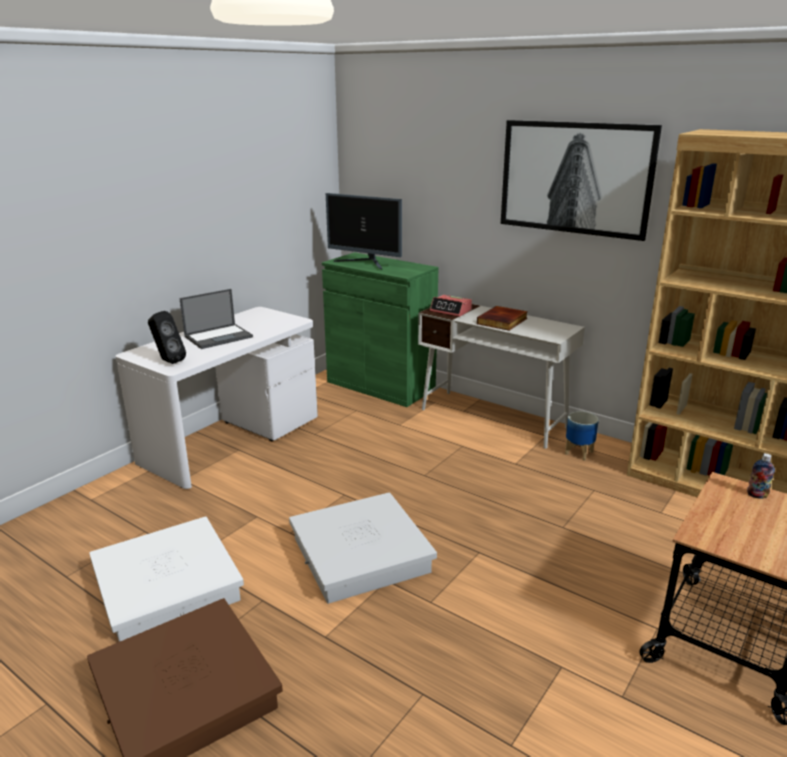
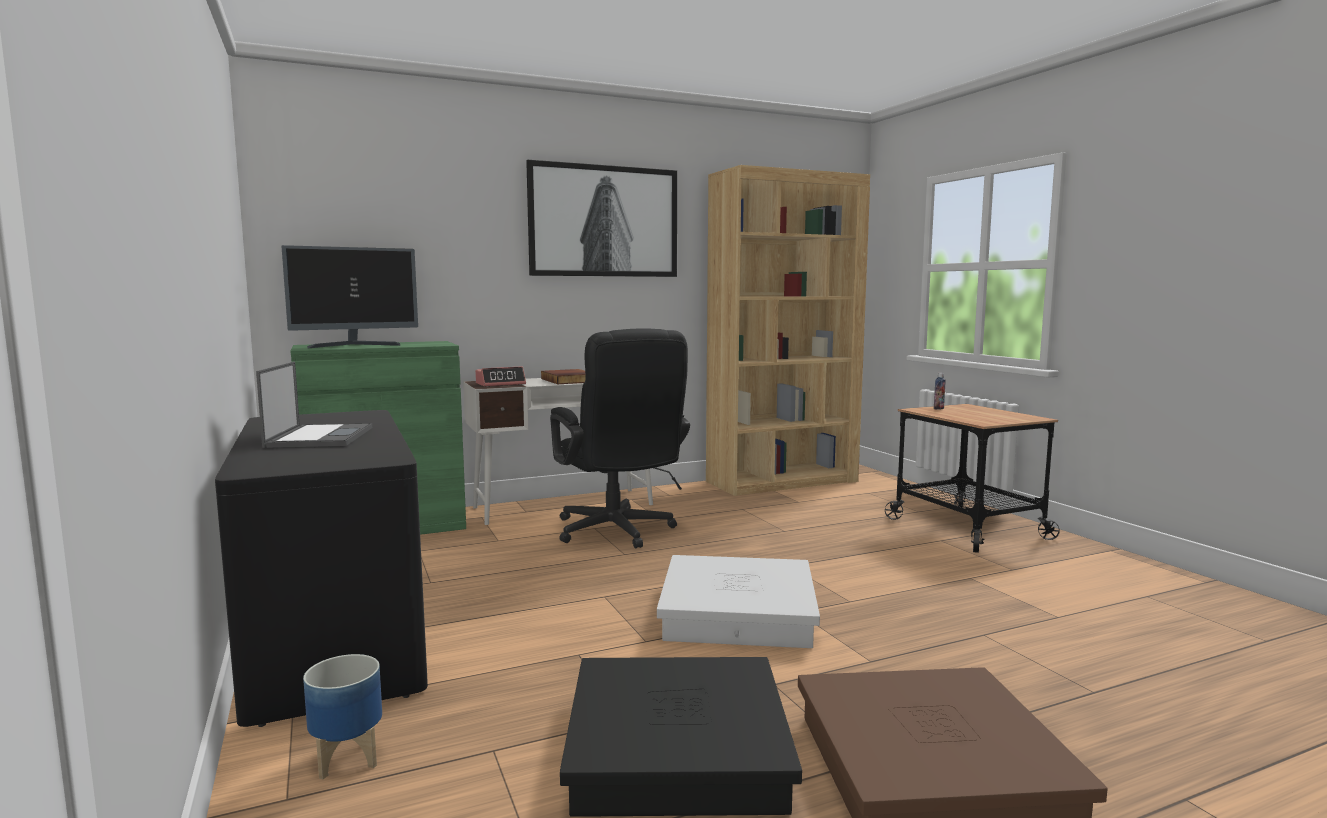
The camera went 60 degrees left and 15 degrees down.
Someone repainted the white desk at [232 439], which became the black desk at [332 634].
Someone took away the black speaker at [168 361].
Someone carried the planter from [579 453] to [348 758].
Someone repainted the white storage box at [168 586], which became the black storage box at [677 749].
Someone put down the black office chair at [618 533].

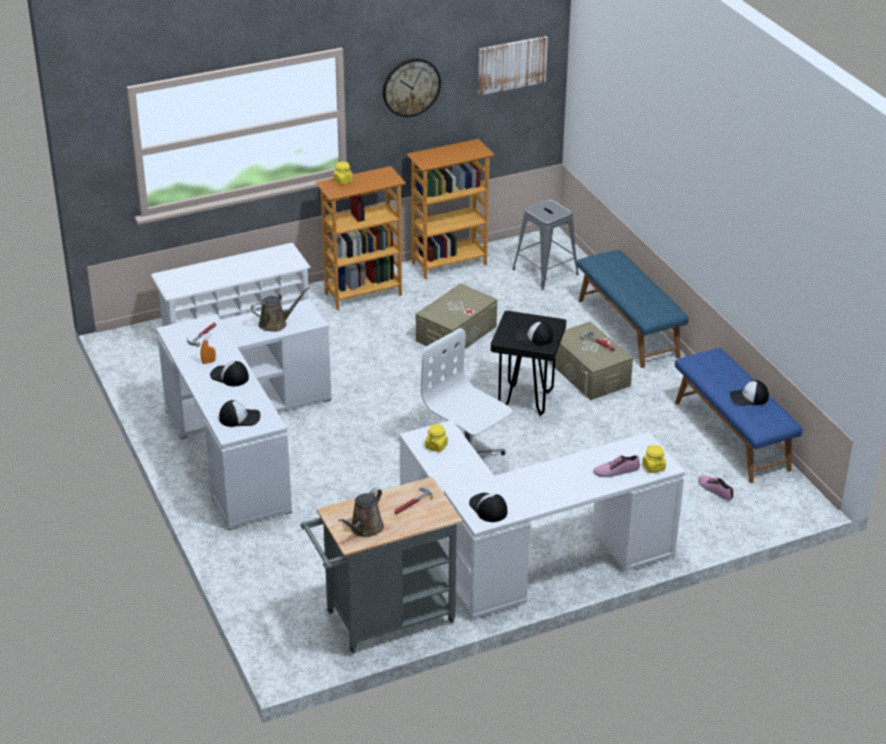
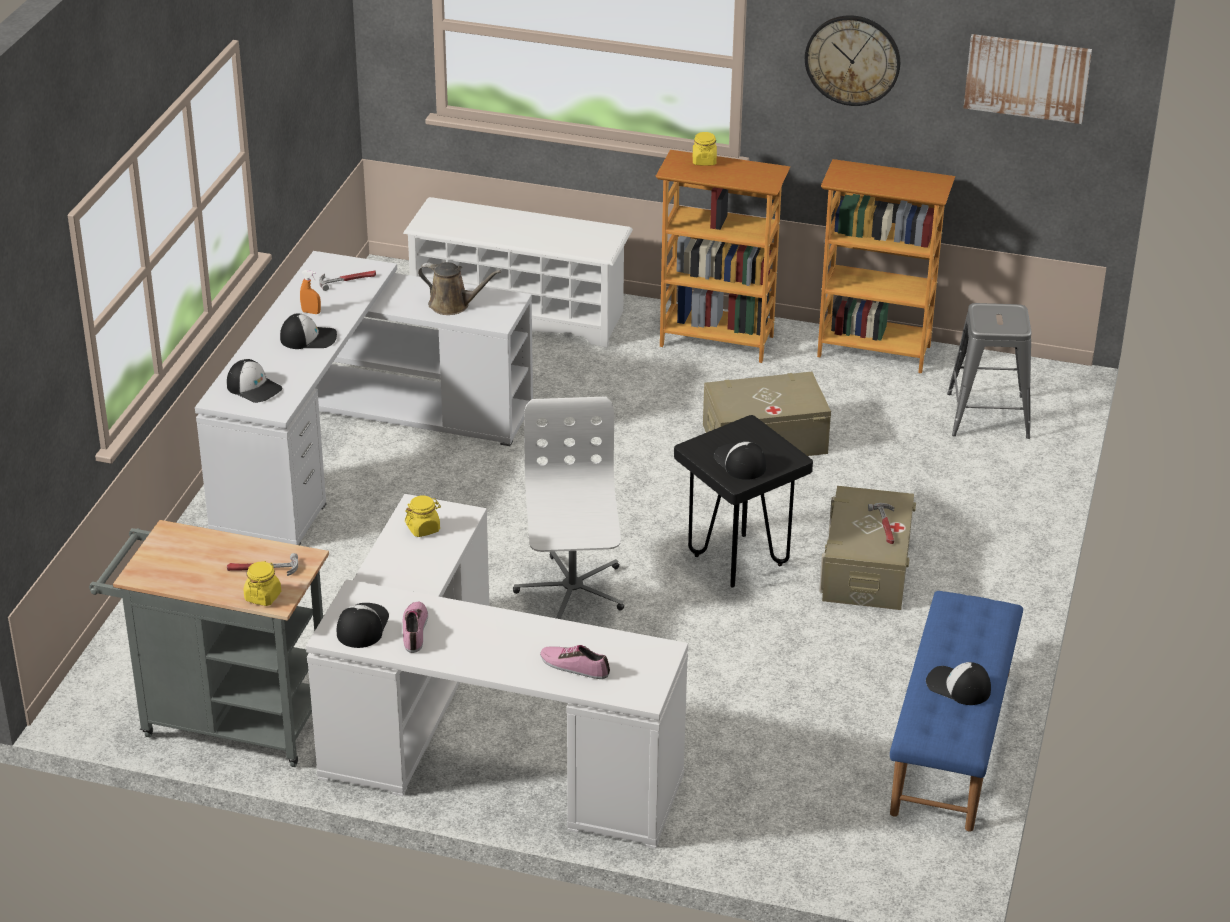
The camera went 40 degrees right and 0 degrees up.
Someone took away the blue bench at [629 328].
Someone rotated the cap at [229 376] by 105 degrees clockwise.
Someone carried the yellow jar from [653 467] to [263 596].
Someone carried the shoe from [715 489] to [415 630].
Someone took away the brown watering can at [364 529].

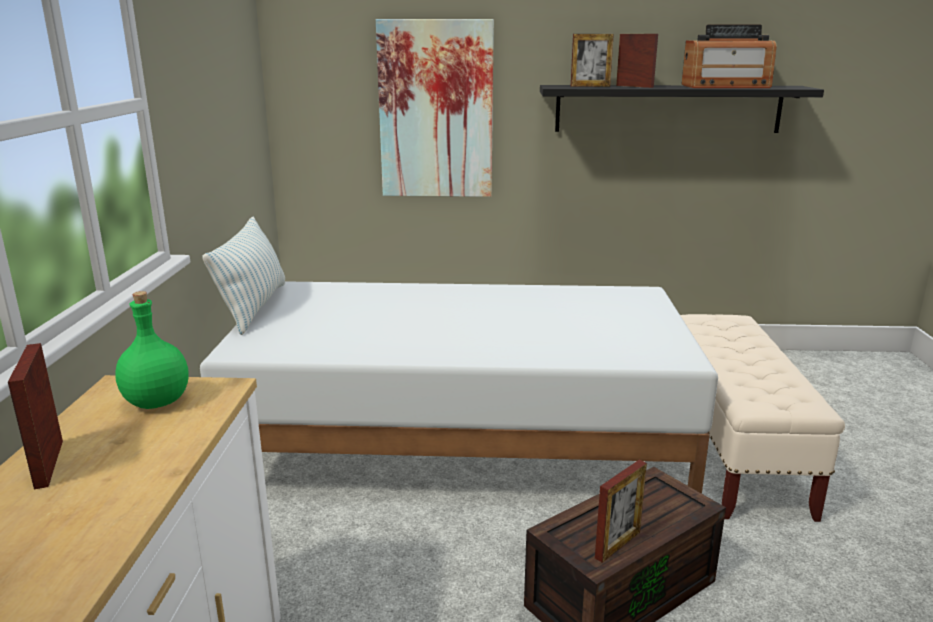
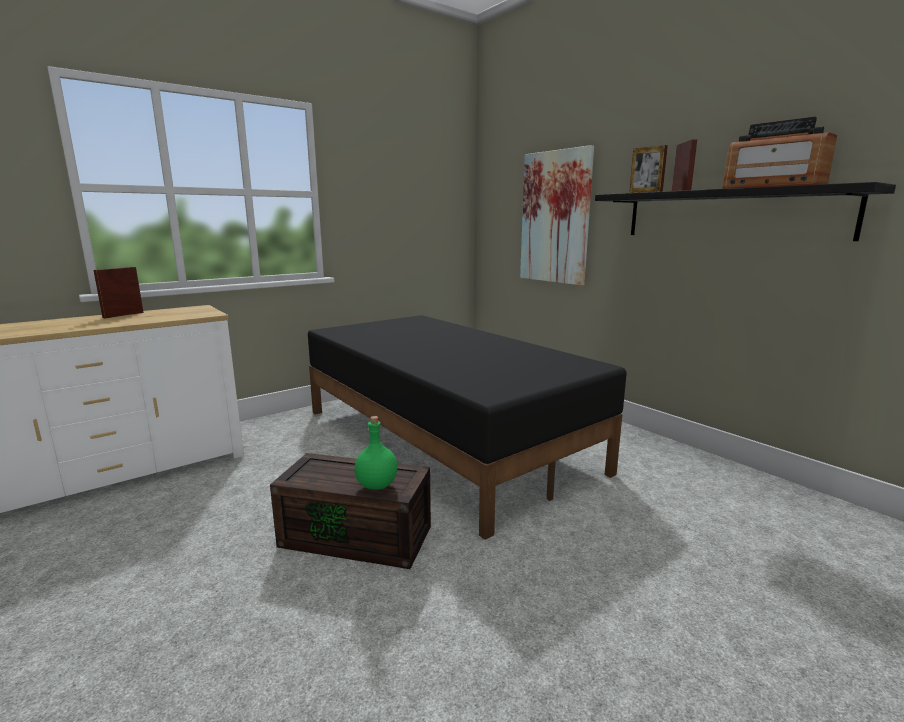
The camera went 50 degrees right and 5 degrees down.
Someone took away the pillow at [253 307].
Someone repainted the white bed at [460 444], which became the black bed at [444 439].
Someone carried the green bottle from [158 402] to [377 485].
Someone took away the beige bench at [732 451].
Someone took away the picture frame at [617 545].

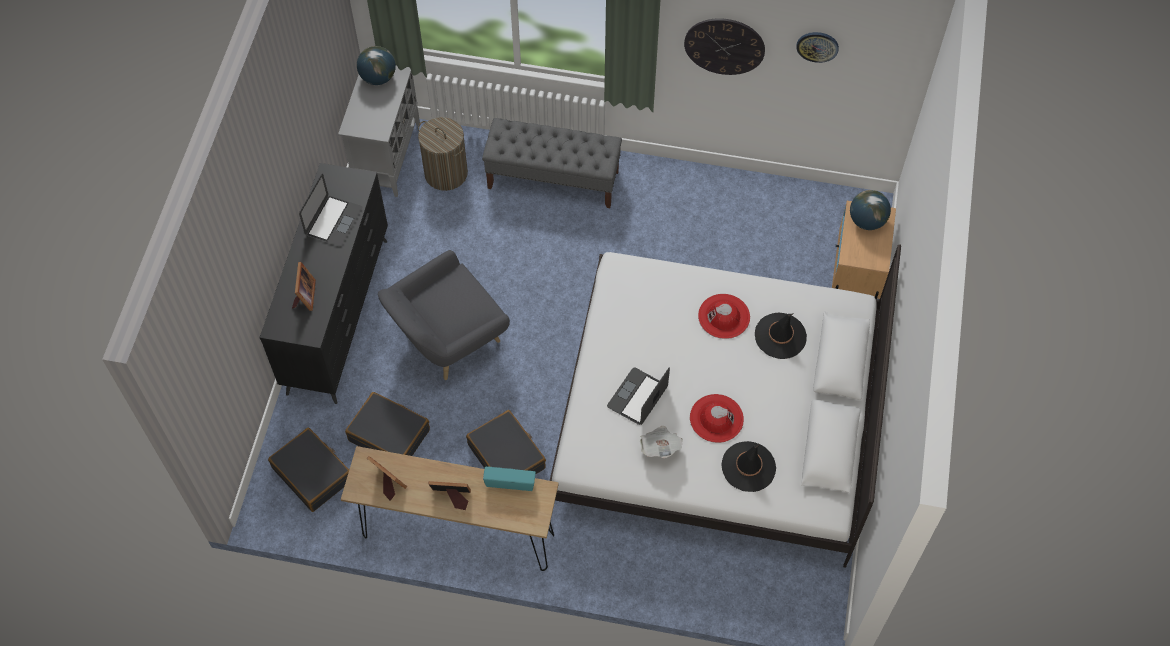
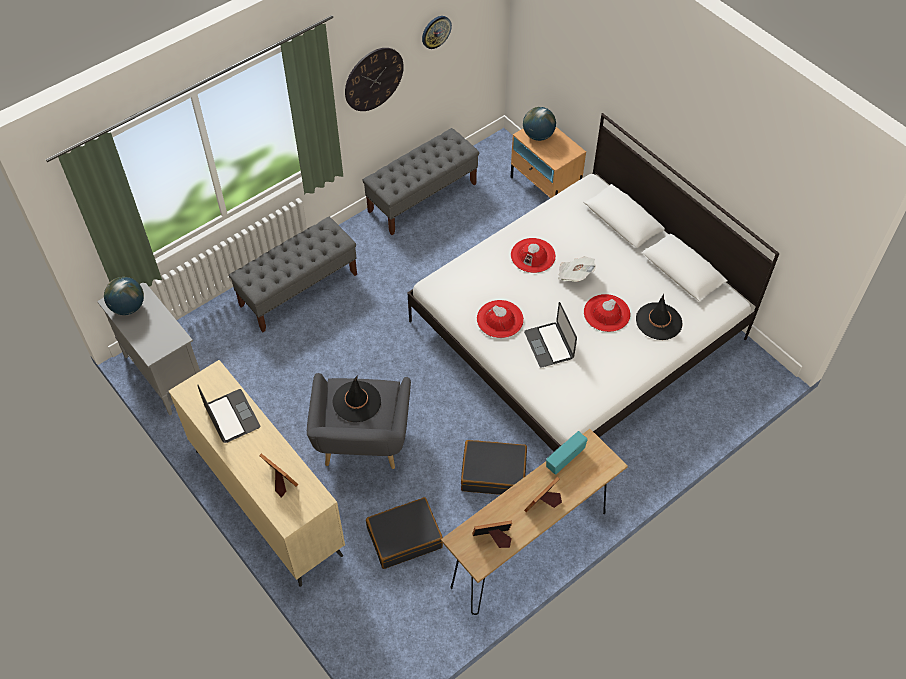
The camera went 50 degrees left and 5 degrees down.
Someone took away the laundry basket at [446 173].
Someone repainted the black dresser at [339 315], which became the beige dresser at [267 501].
Someone carried the black hat from [780 336] to [357 401].
Someone carried the newspaper from [660 447] to [574 275].
Someone took away the black suitcase at [313 474].
Someone put down the grey bench at [422 197].
Someone put down the red hat at [500 319].

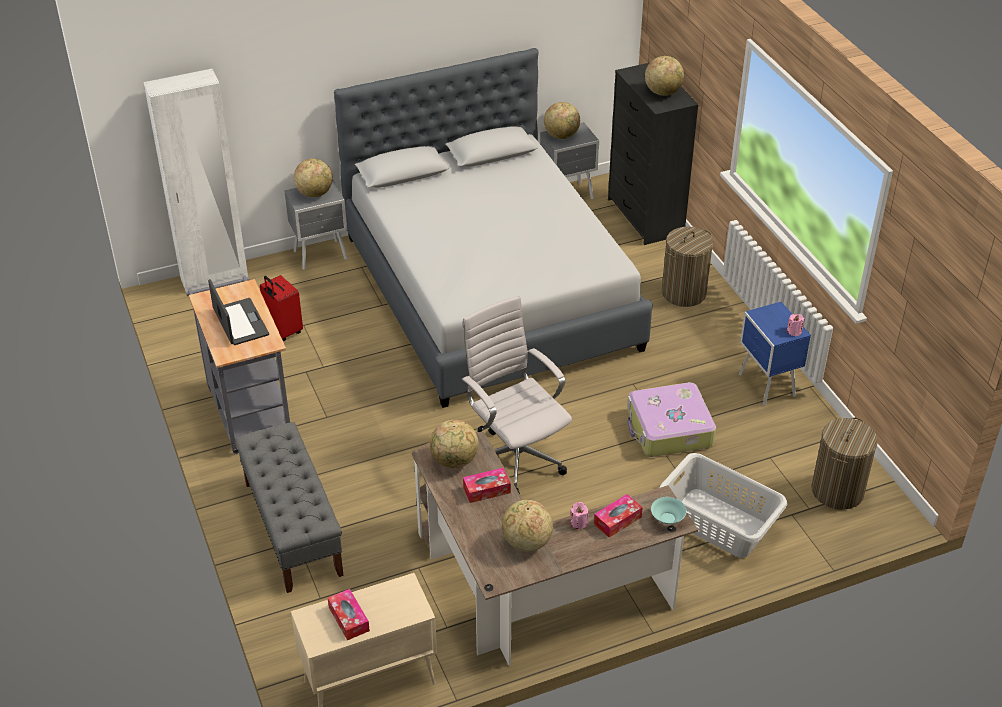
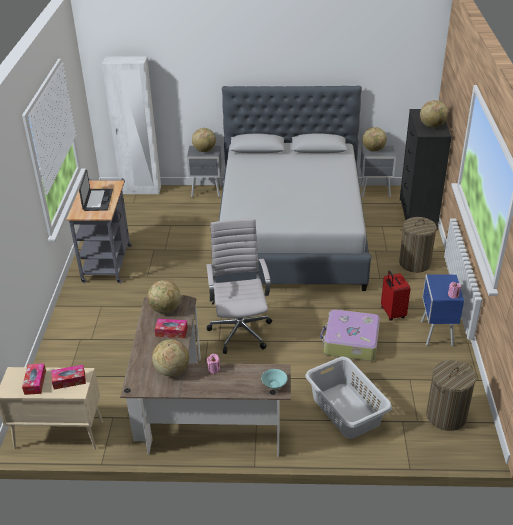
The camera went 25 degrees right and 5 degrees down.
Someone carried the red suitcase from [283 331] to [392 313].
Someone took away the grey bench at [292 528].
Someone carried the tissue box from [617 520] to [69 380].

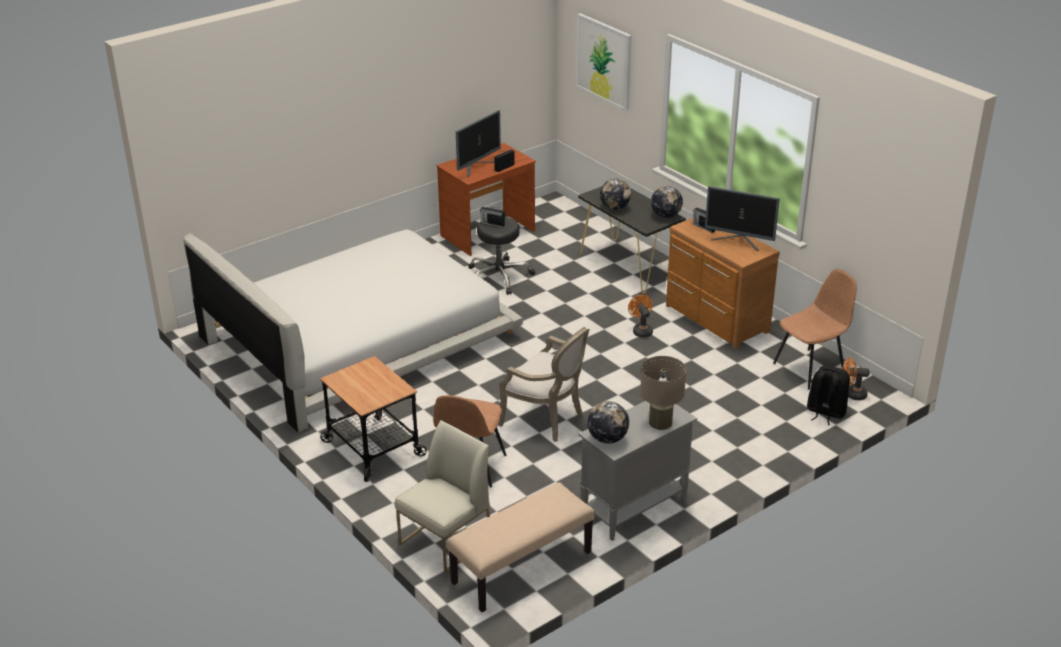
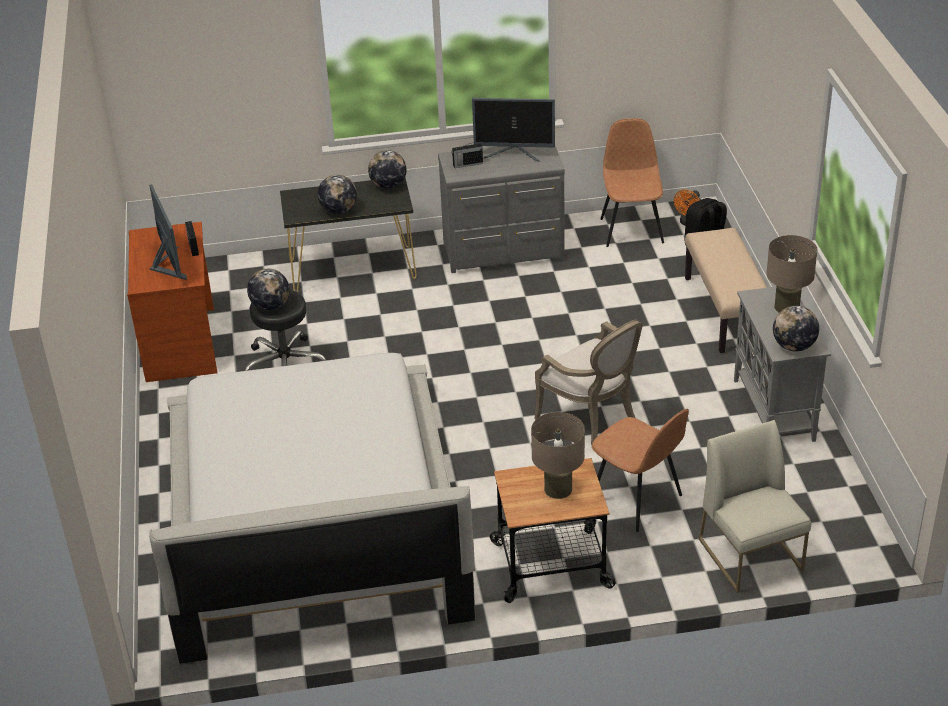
The camera went 60 degrees left and 5 degrees up.
Someone took away the picture at [604 61].
Someone rotated the monitor at [739 241] by 45 degrees clockwise.
Someone swapped the radio at [492 224] for the globe at [270 306].
Someone repainted the brown dresser at [715 320], which became the grey dresser at [504 252].
Someone took away the orange fan at [641 330].
Someone rotated the armchair at [547 420] by 75 degrees clockwise.
Someone carried the beige bench from [522 568] to [726 312].
Someone put down the beige table lamp at [558 489].

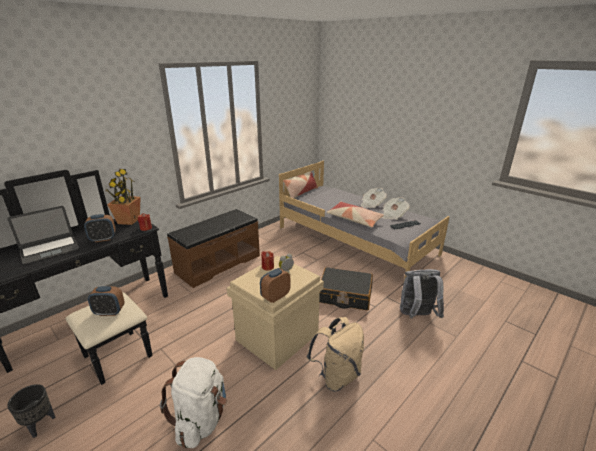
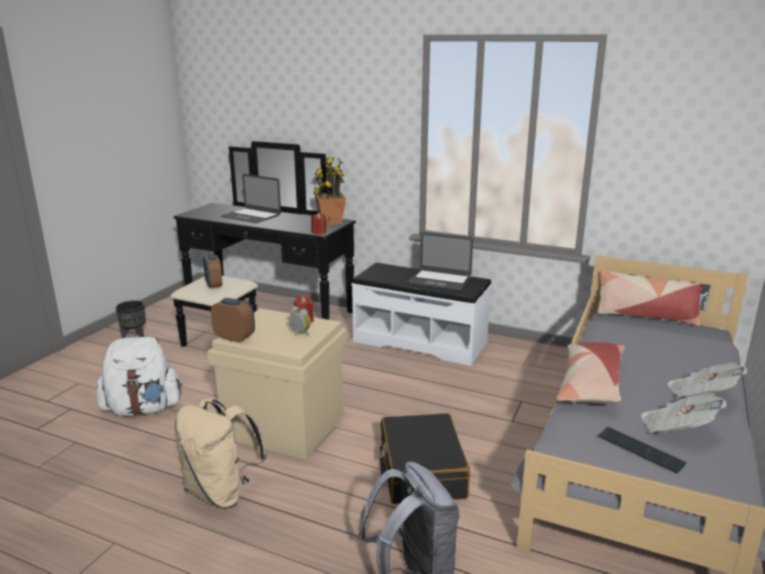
The camera went 70 degrees right and 5 degrees down.
Someone repainted the brown bench at [218 264], which became the white bench at [420 342].
Someone took away the alarm clock at [103 239].
Someone put down the laptop at [439 280].

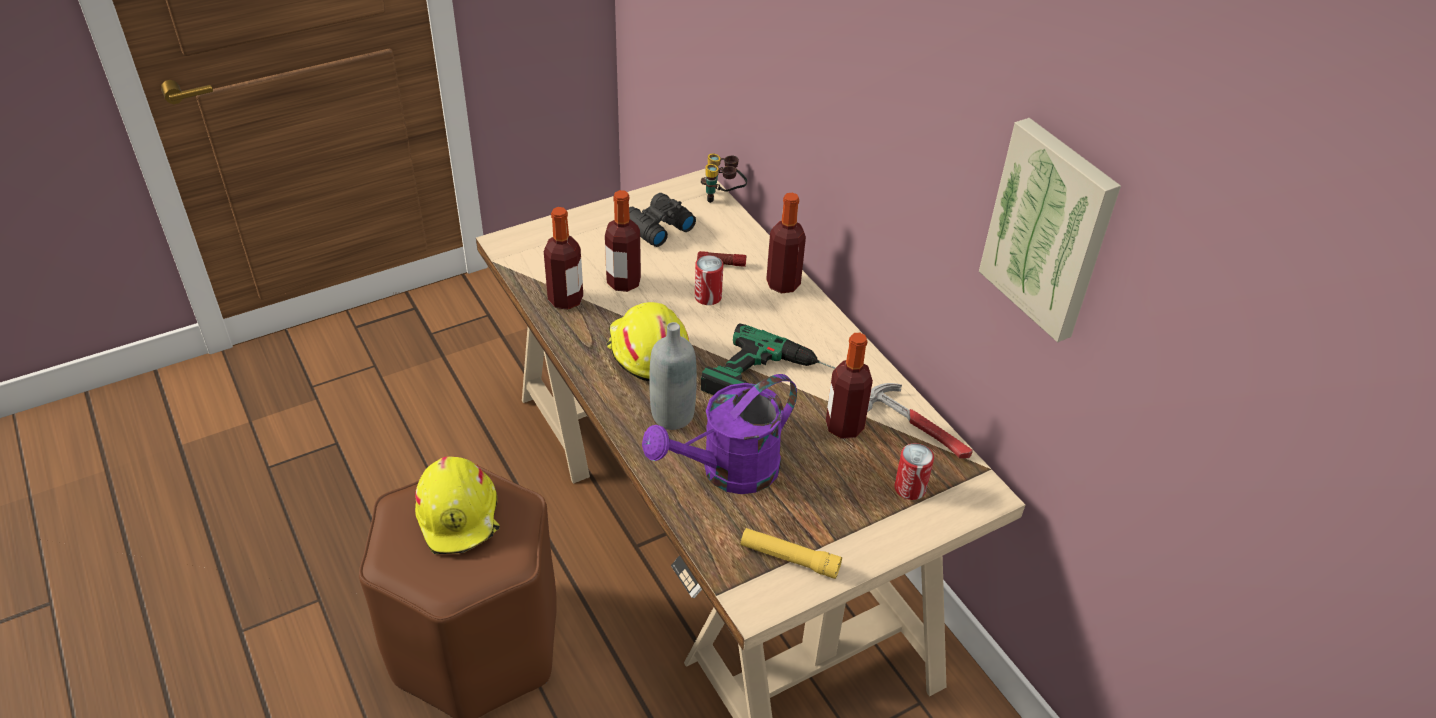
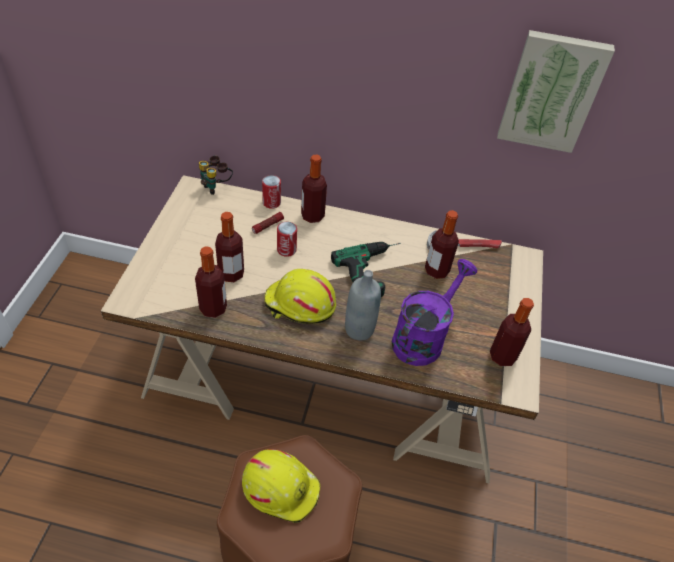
The camera went 50 degrees left and 5 degrees up.
Someone took away the black binoculars at [656 227].
Someone rotated the purple watering can at [728 472] by 150 degrees counterclockwise.
Someone carried the can from [910 488] to [271 202].
Someone swapped the yellow flashlight at [789 558] for the bottle at [502 356].

